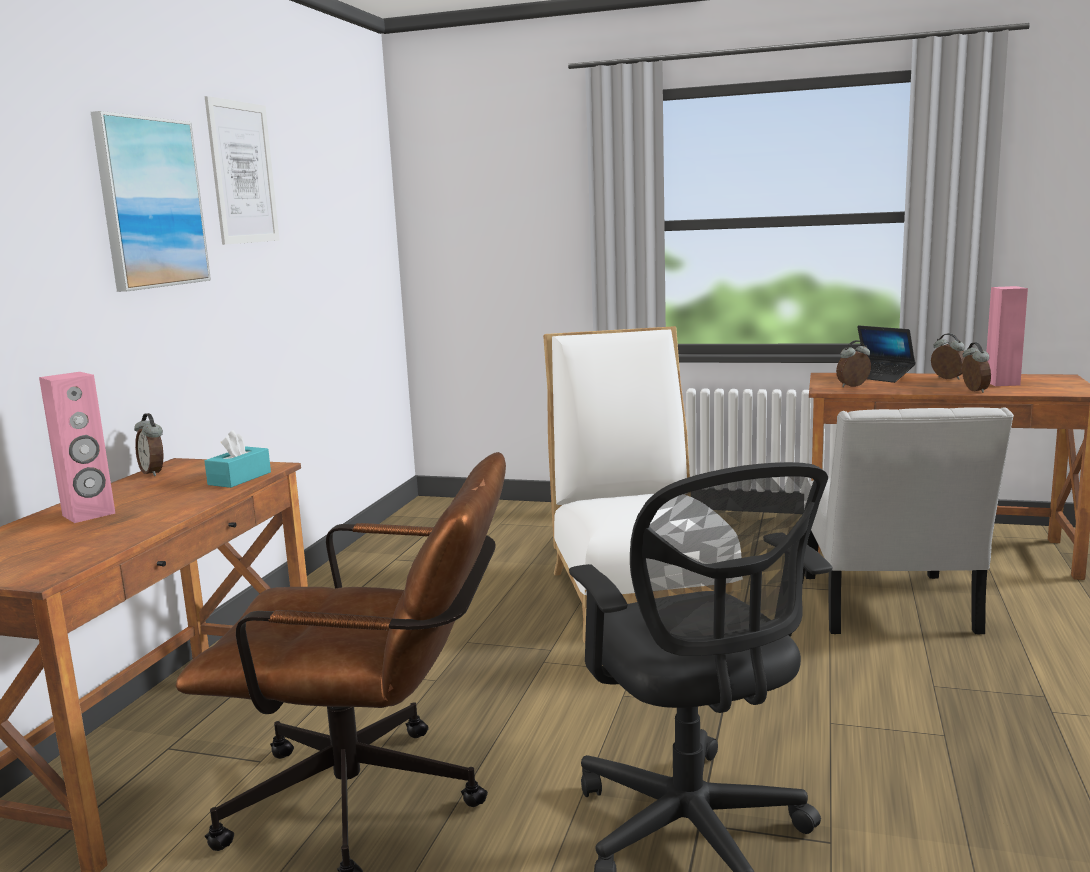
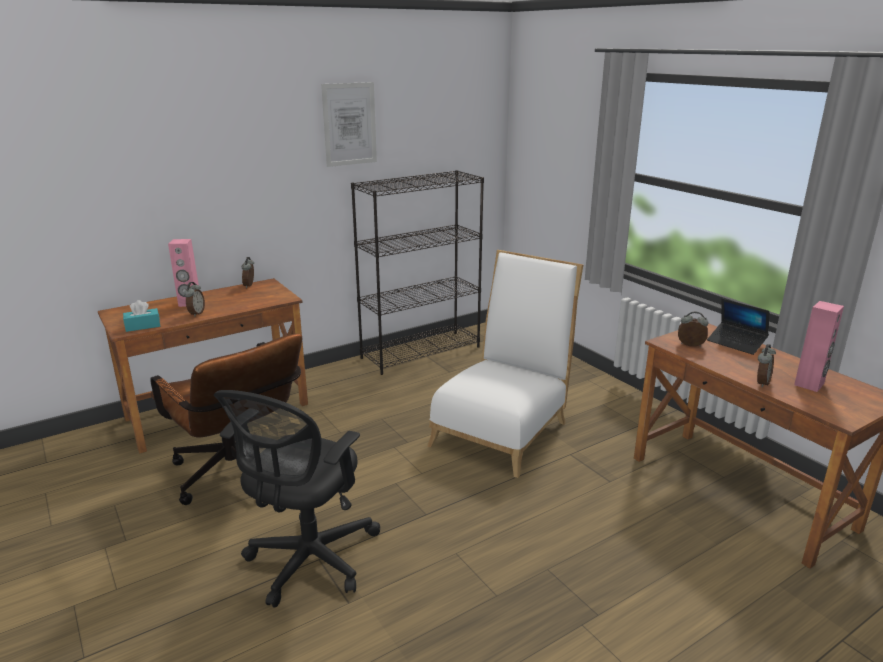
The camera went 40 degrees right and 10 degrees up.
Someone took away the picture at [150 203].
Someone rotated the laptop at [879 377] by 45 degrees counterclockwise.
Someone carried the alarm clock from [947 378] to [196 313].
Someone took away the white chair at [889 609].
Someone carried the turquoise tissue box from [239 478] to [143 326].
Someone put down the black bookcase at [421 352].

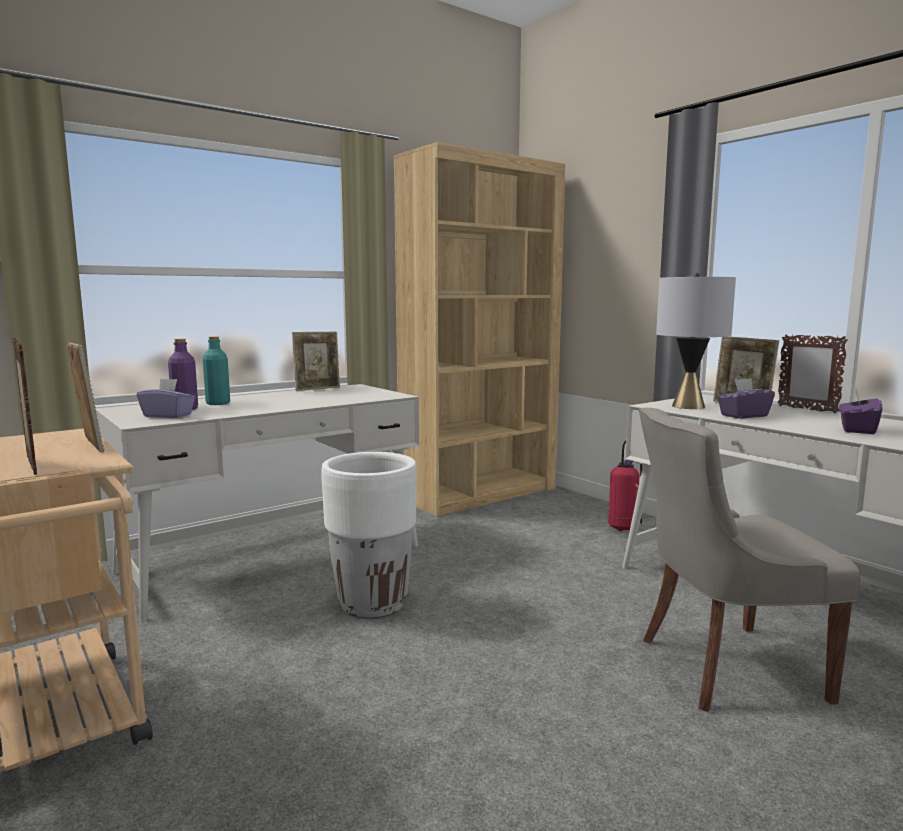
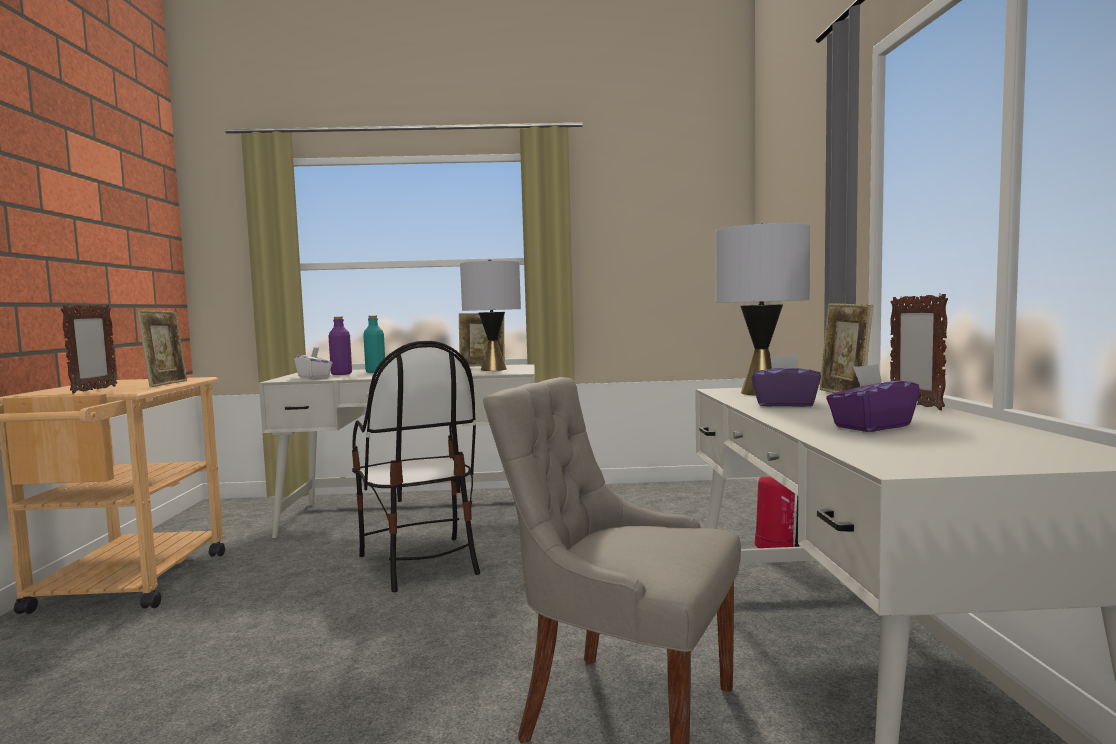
The camera went 35 degrees right and 5 degrees down.
Someone took away the brown bookcase at [480 493].
Someone repainted the purple tissue box at [168 416], which became the white tissue box at [314 377].
Someone swapped the white planter at [372 604] for the chair at [420 563].
Someone put down the grey table lamp at [493 369].

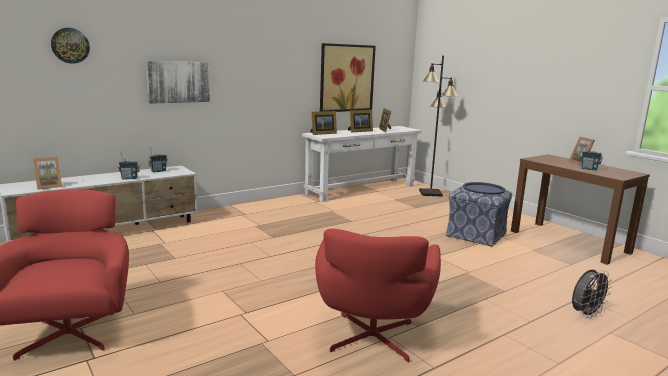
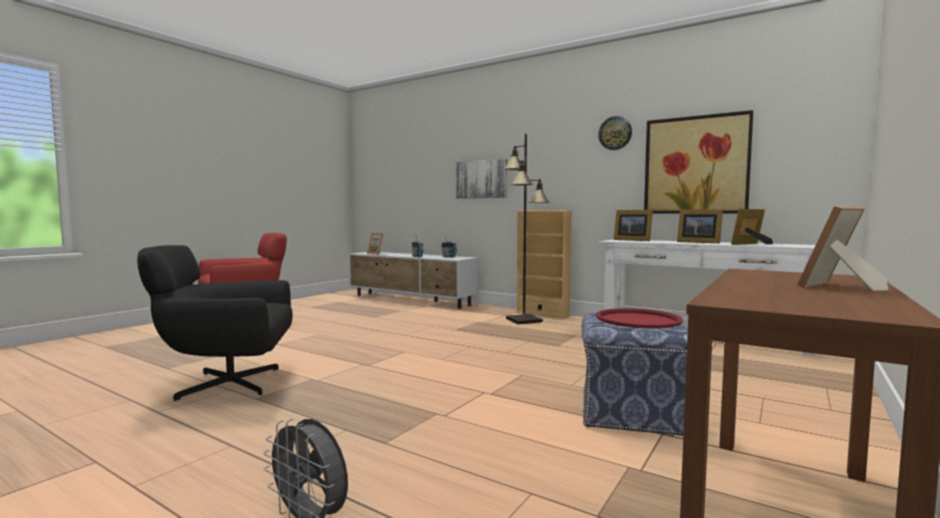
The camera went 70 degrees right and 10 degrees down.
Someone carried the wall clock from [70 45] to [615 133].
Someone carried the black floor lamp from [430 193] to [524 320].
Someone took away the radio at [589 169].
Someone repainted the blue tray at [483 189], which became the red tray at [637 320].
Someone repainted the red armchair at [372 339], which became the black armchair at [225 383].
Someone put down the beige bookcase at [542 314].

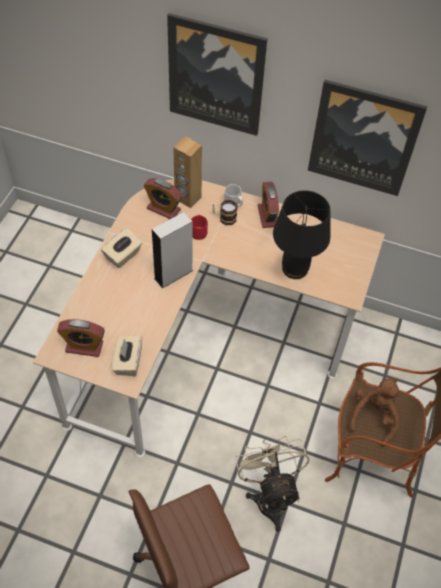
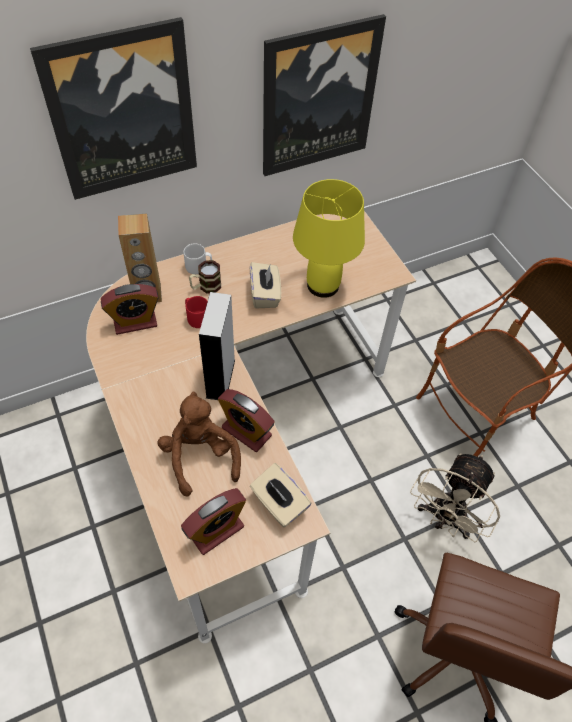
The camera went 45 degrees left and 0 degrees up.
Someone carried the alarm clock from [268 216] to [246 431].
Someone repainted the black table lamp at [295 269], which became the yellow table lamp at [323 286].
Someone carried the beige tissue box from [123 255] to [265 294].
Someone carried the brown plush toy from [373 417] to [200 456].
Someone rotated the beige fan at [270 495] by 90 degrees counterclockwise.

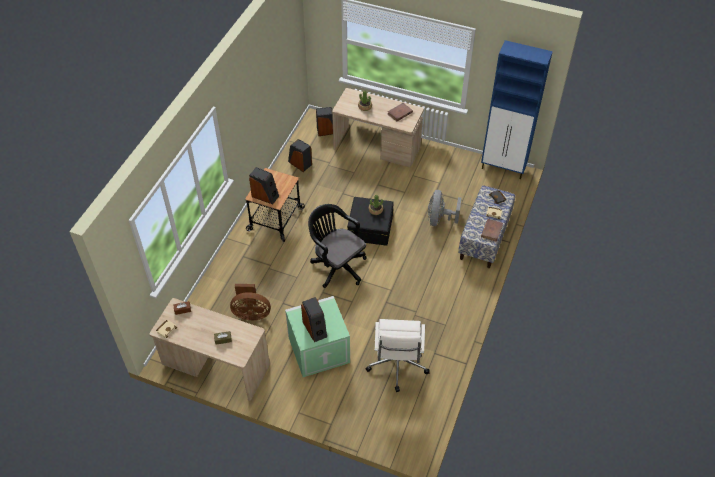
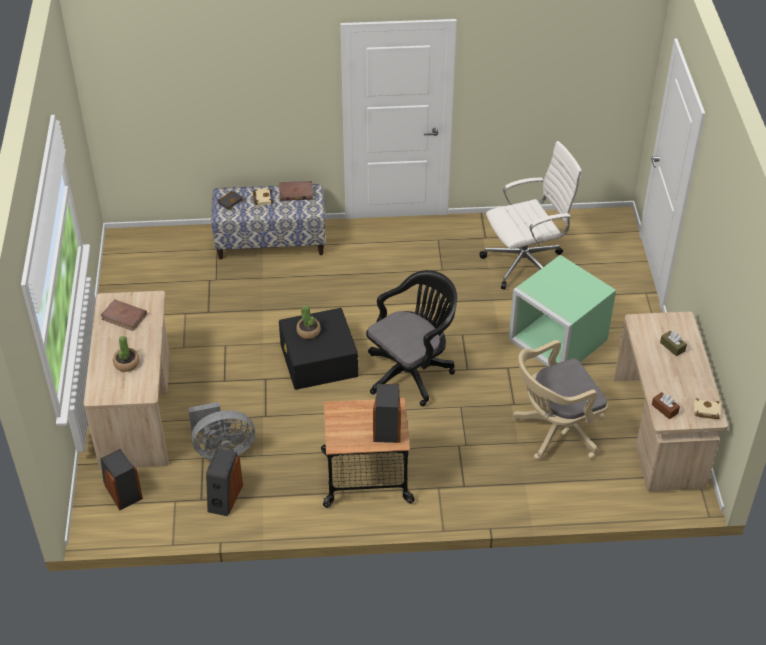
The camera went 115 degrees left and 5 degrees down.
Someone took away the blue cabinet at [503 168].
Someone carried the grey fan from [439 219] to [222 449].
Someone rotated the black office chair at [336 266] by 150 degrees counterclockwise.
Someone swapped the brown fan at [251 313] for the beige office chair at [554 431].
Someone took away the speaker at [315 328].

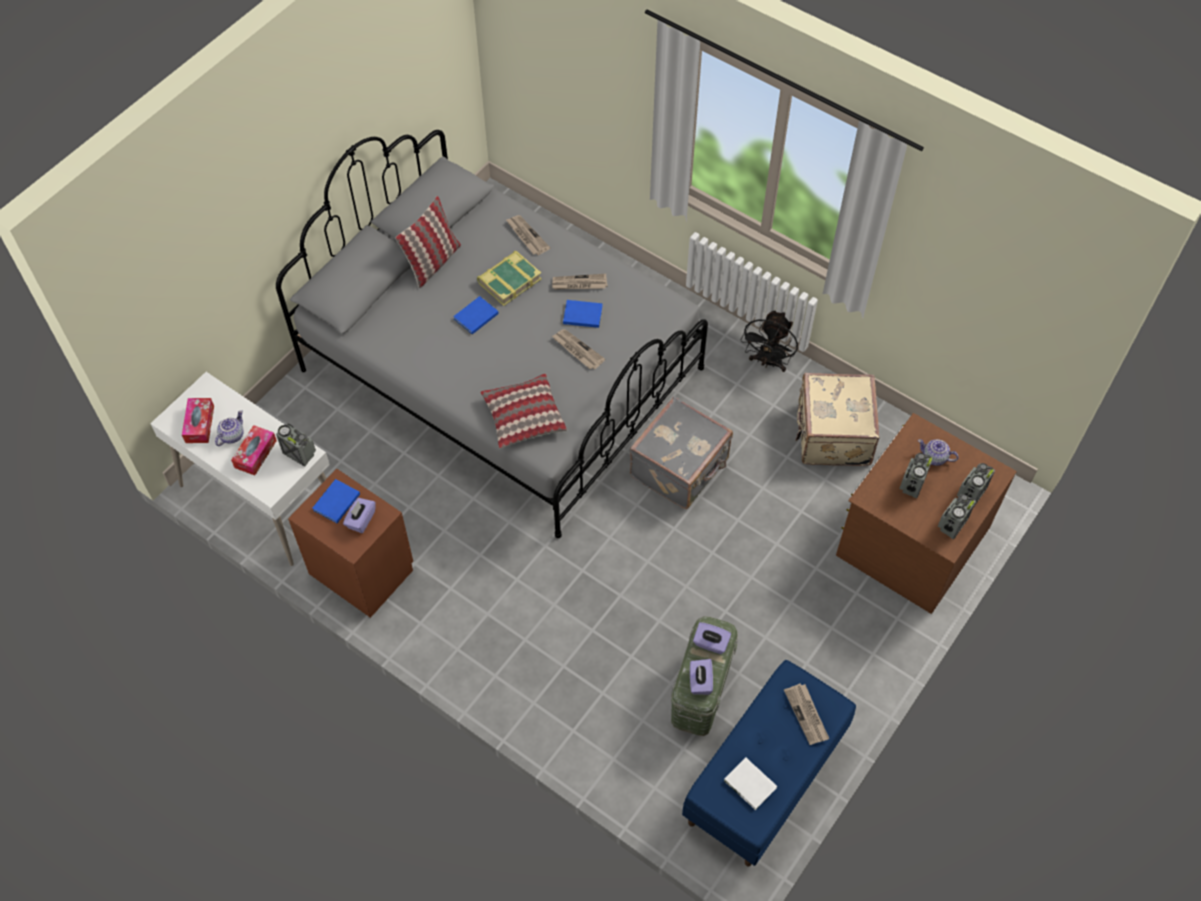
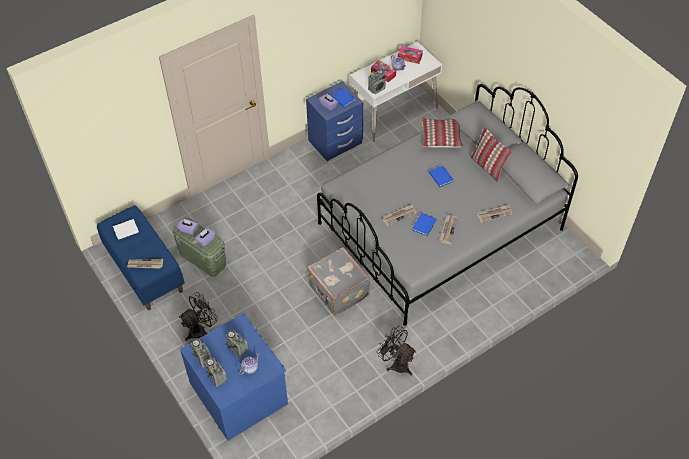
The camera went 110 degrees right and 5 degrees down.
Someone took away the book at [509 281].
Someone took away the beige suitcase at [832 435].
Someone carried the pillow from [523 417] to [441 136].
Someone repainted the brown dresser at [911 539], which became the blue dresser at [240 392].
Someone repainted the brown nightstand at [362 570], which became the blue nightstand at [335 142].
Someone put down the black fan at [201 329].

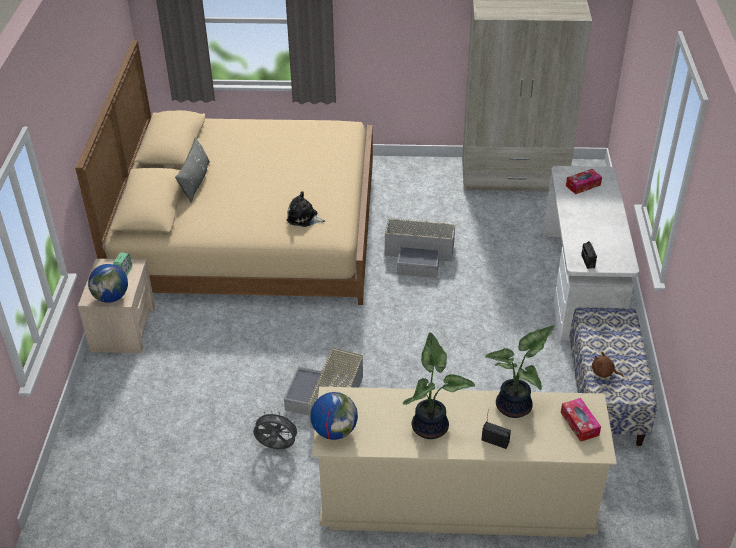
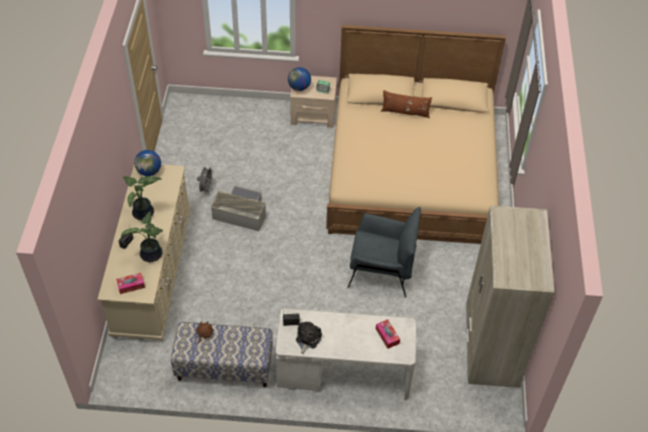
The camera went 90 degrees right and 10 degrees up.
Someone repainted the grey pillow at [195 181], which became the brown pillow at [405 112].
Someone carried the plush toy from [304 218] to [307 339].
Someone swapped the grey storage box at [420 255] for the grey armchair at [381 270].

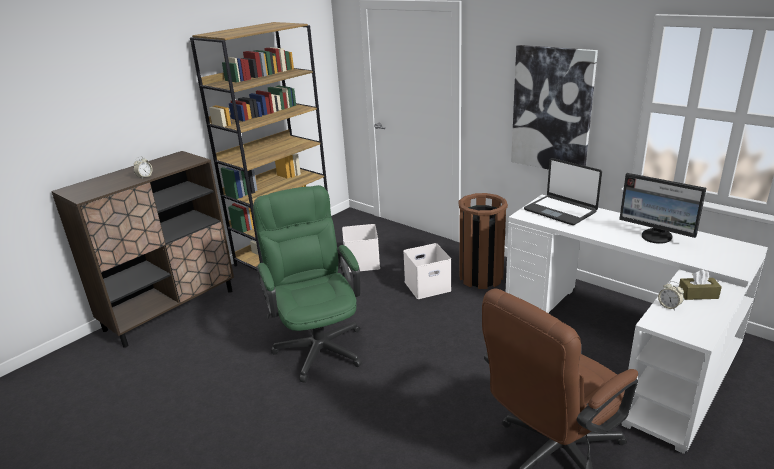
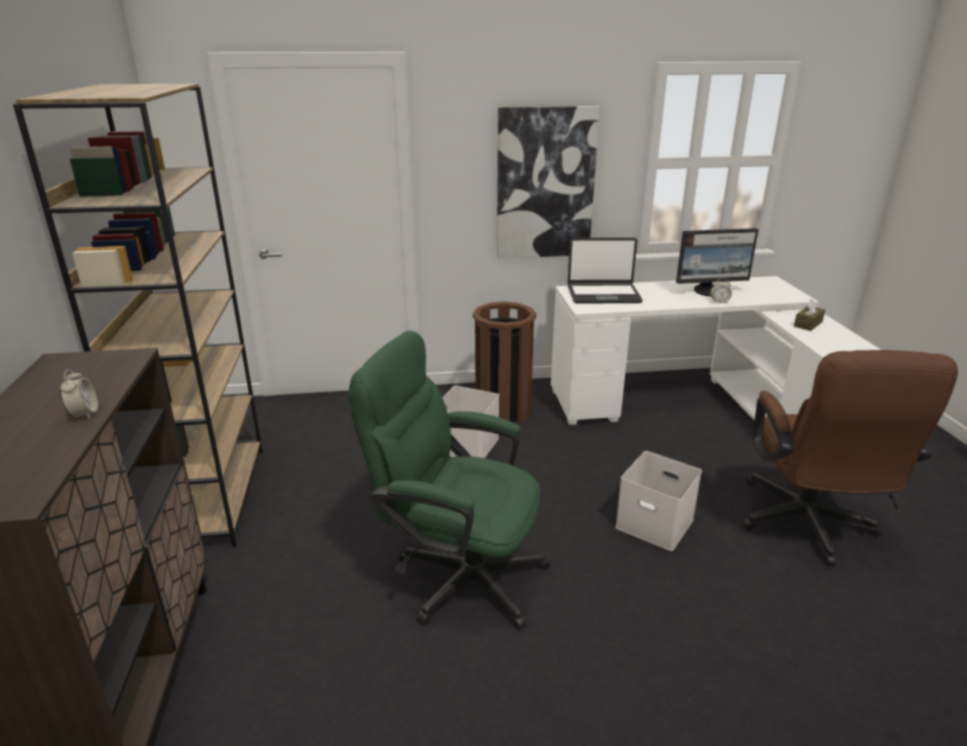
The camera went 50 degrees left and 0 degrees up.
Someone carried the white storage box from [363 263] to [656 523].
Someone carried the alarm clock from [669 306] to [719 302].

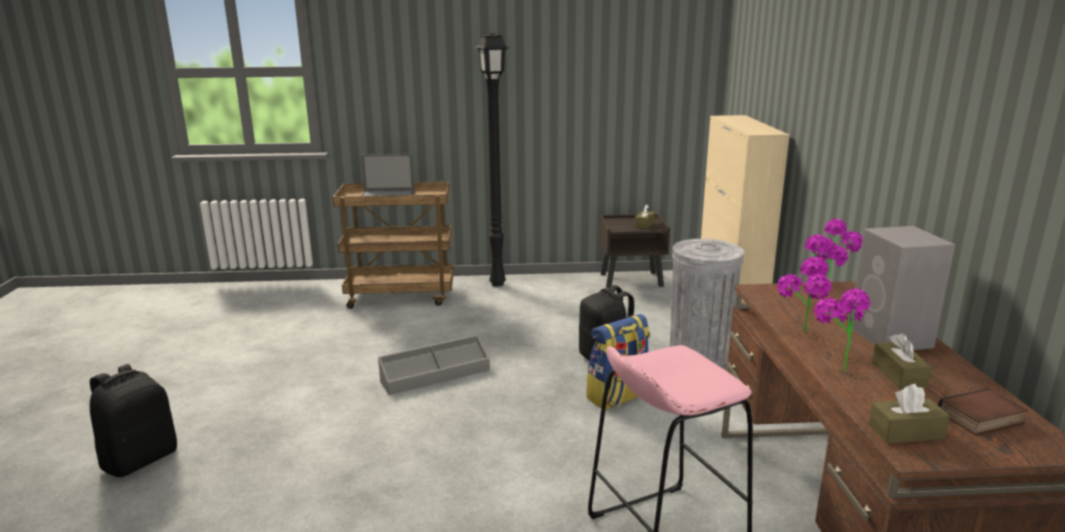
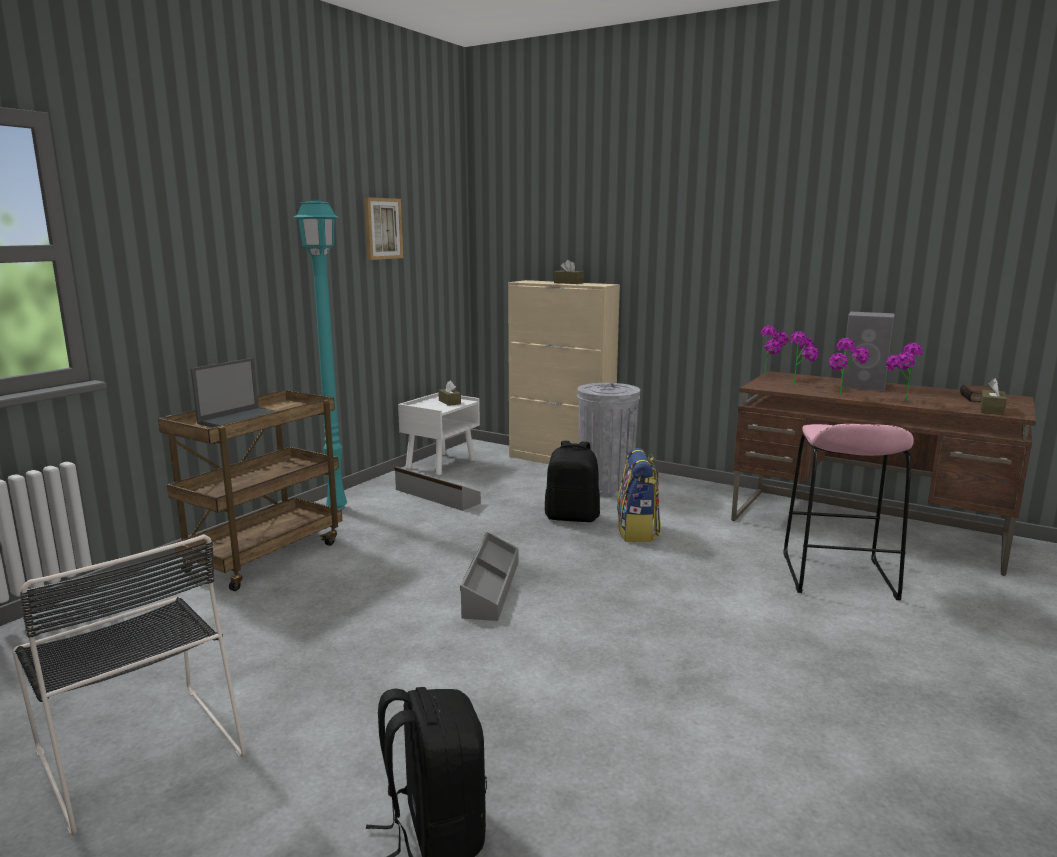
The camera went 55 degrees left and 5 degrees down.
Someone repainted the black floor lamp at [498 284], which became the turquoise floor lamp at [338 507].
Someone repainted the brown nightstand at [632 280], which became the white nightstand at [441 464].
Someone carried the brown tissue box from [898 375] to [568 283].
Someone put up the picture at [382 228].
Someone put down the grey storage box at [436 496].
Someone put down the black chair at [138 749].

